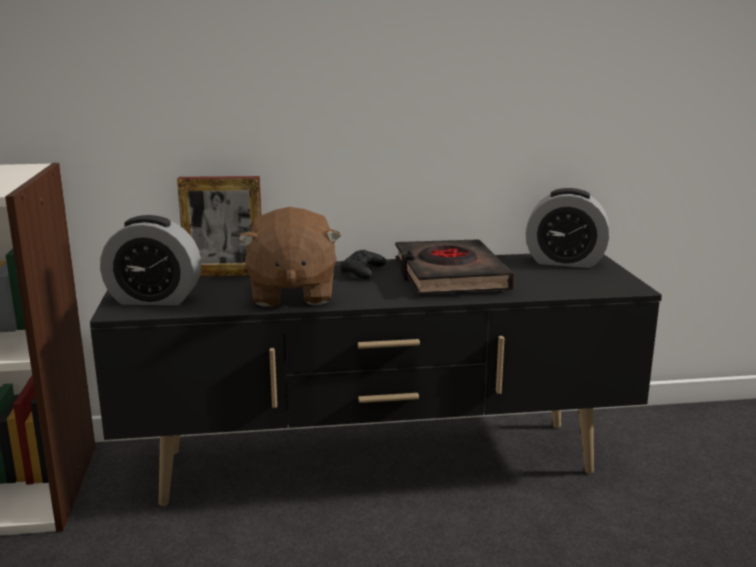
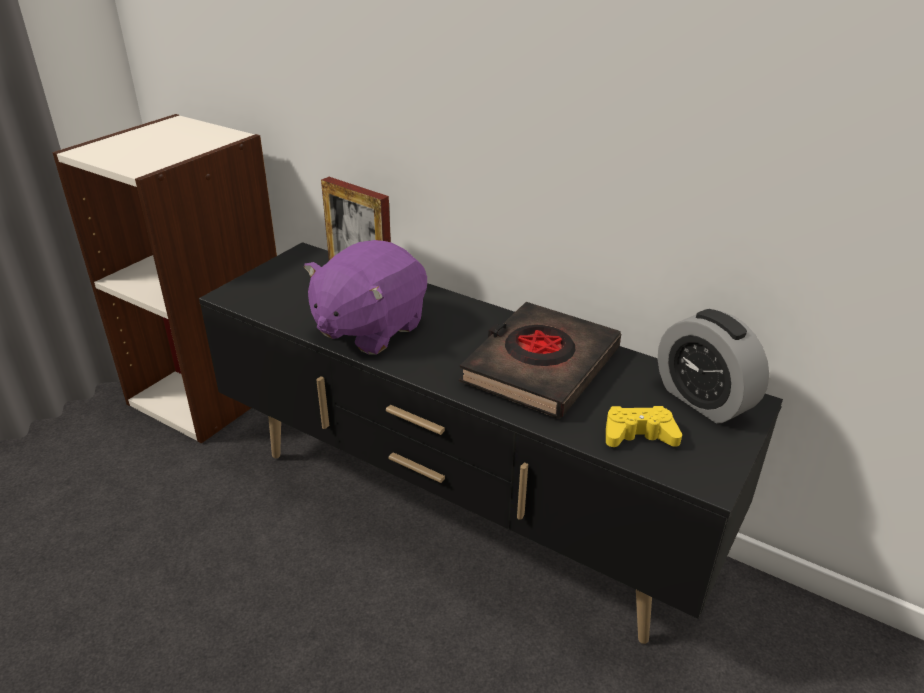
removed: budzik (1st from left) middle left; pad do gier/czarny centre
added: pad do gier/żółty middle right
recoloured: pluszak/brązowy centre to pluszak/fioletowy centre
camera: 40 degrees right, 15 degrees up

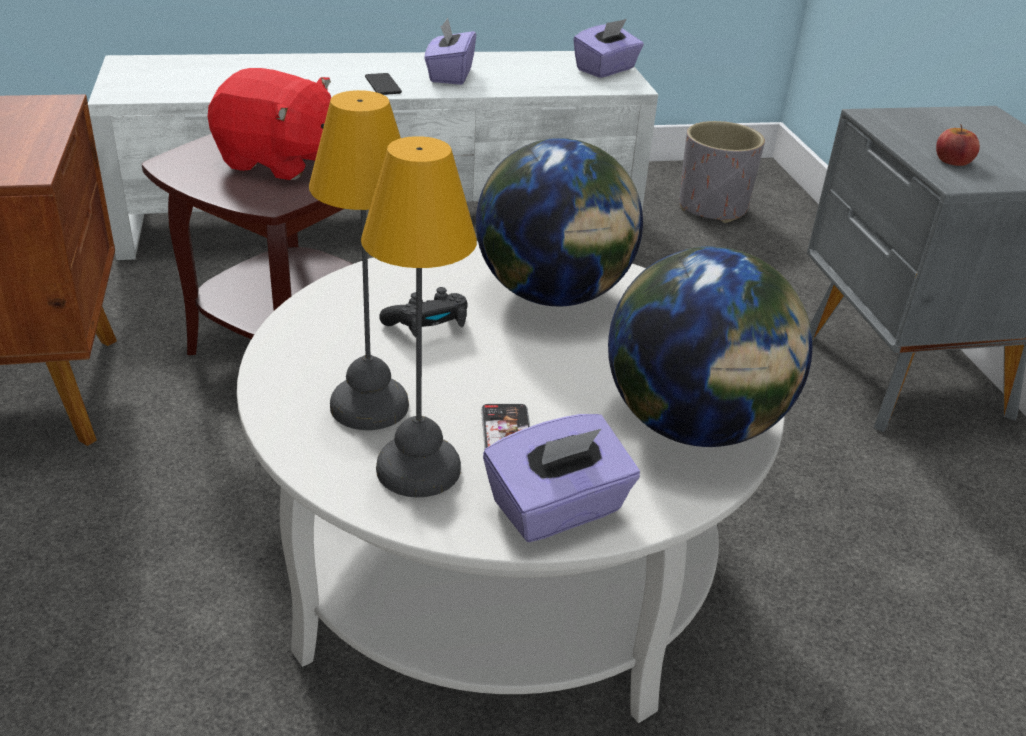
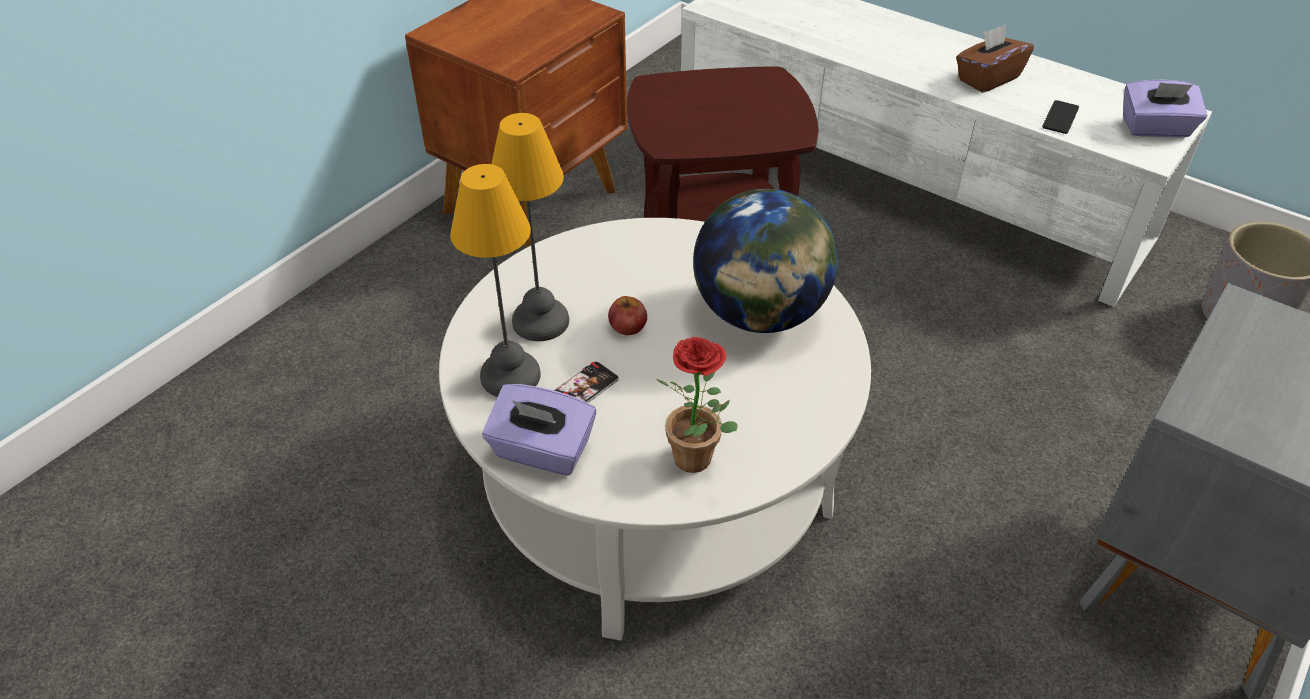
removed: pluszak/czerwony top left; pad do gier/czarny centre
moved: jabłko top right to centre; telefon (1st from left in the first image) top centre to telefon (2nd from left) top right
replaced: globus (2nd from left) middle right to roślina doniczkowa centre
recoloured: pudełko chusteczek/fioletowy (1st from left) top centre to pudełko chusteczek/brązowy top right
camera: 50 degrees right, 10 degrees up

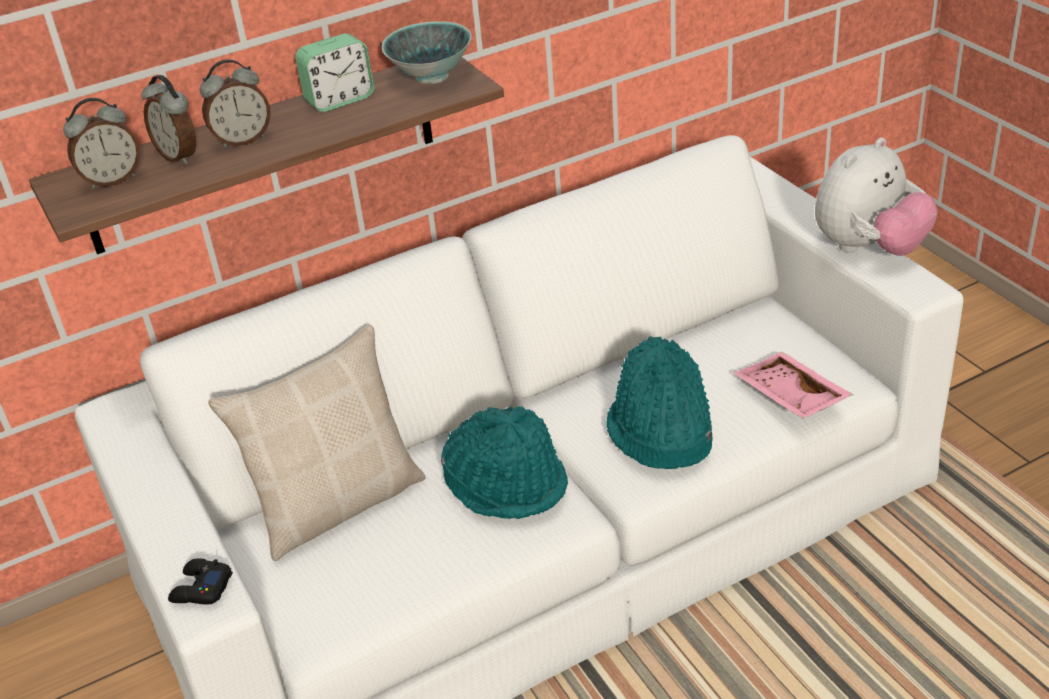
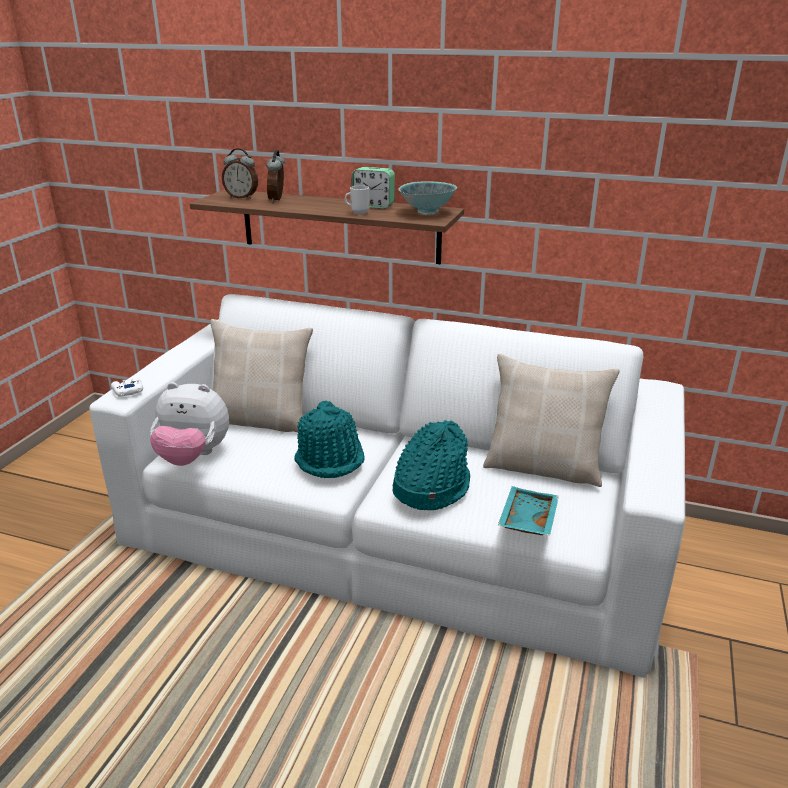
removed: budzik (3rd from left) top left
added: kubek top centre; poduszka/beżowy (2nd from left) middle right
moved: pluszak top right to middle left
recoloured: pad do gier/czarny bottom left to pad do gier/biały middle left; taca/różowy middle right to taca/turkusowy middle right
camera: 45 degrees right, 10 degrees down

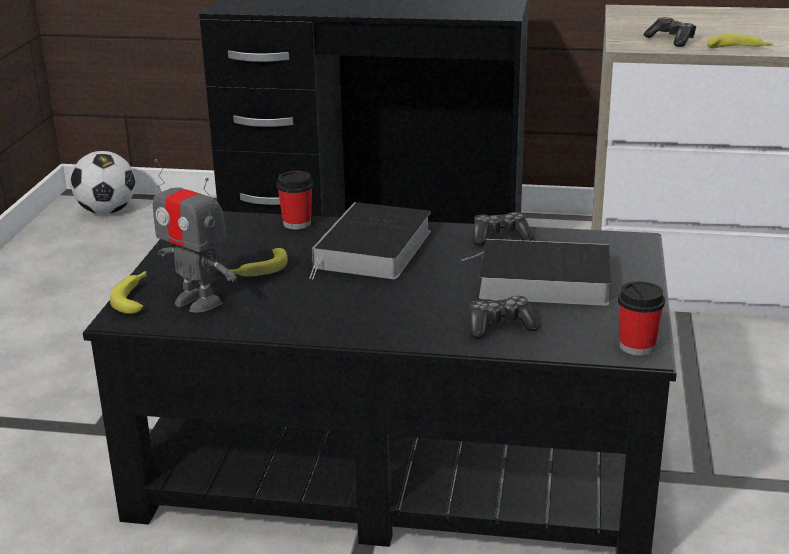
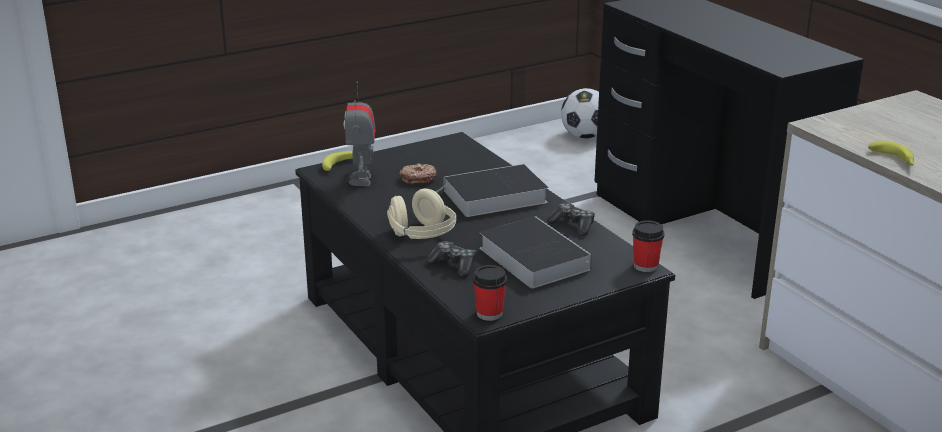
removed: pad do gier (3rd from left) top right
added: słuchawki/beżowy centre
moved: filiżanka (1st from left in the first image) centre to filiżanka (2nd from left) middle right
replaced: banan (2nd from left) middle left to donut centre
camera: 50 degrees right, 0 degrees up

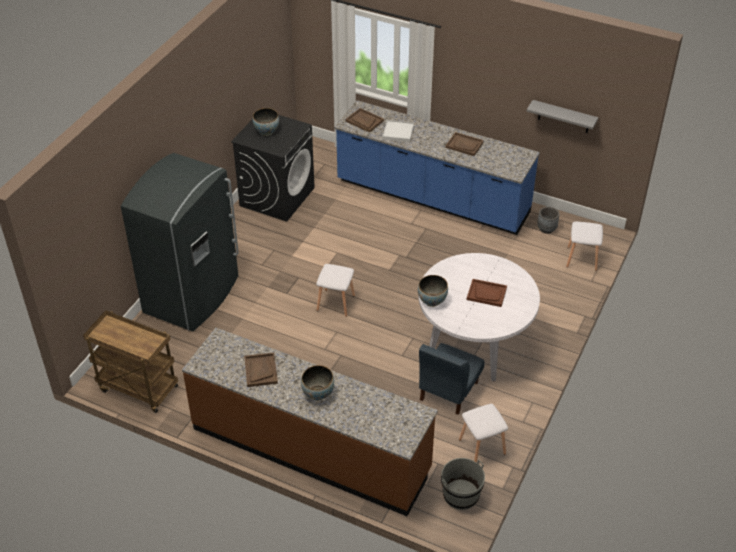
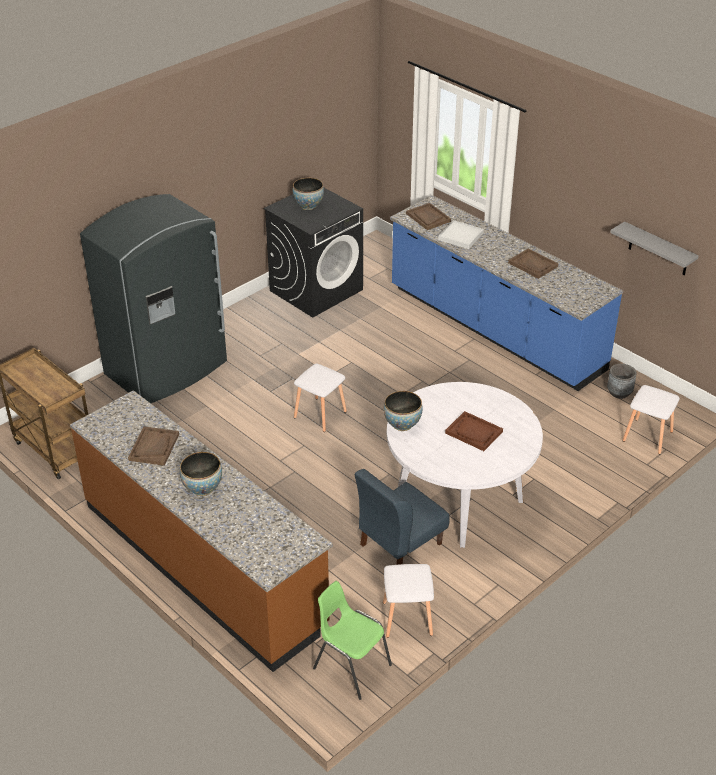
replaced: wiadro/szary bottom centre to krzesło/zielony bottom centre
camera: 20 degrees right, 5 degrees down

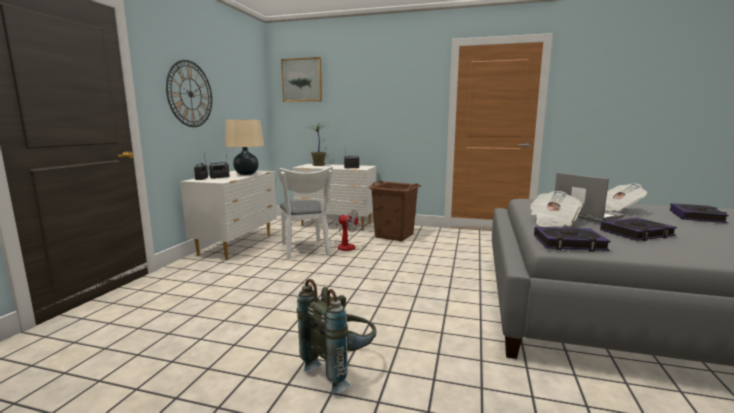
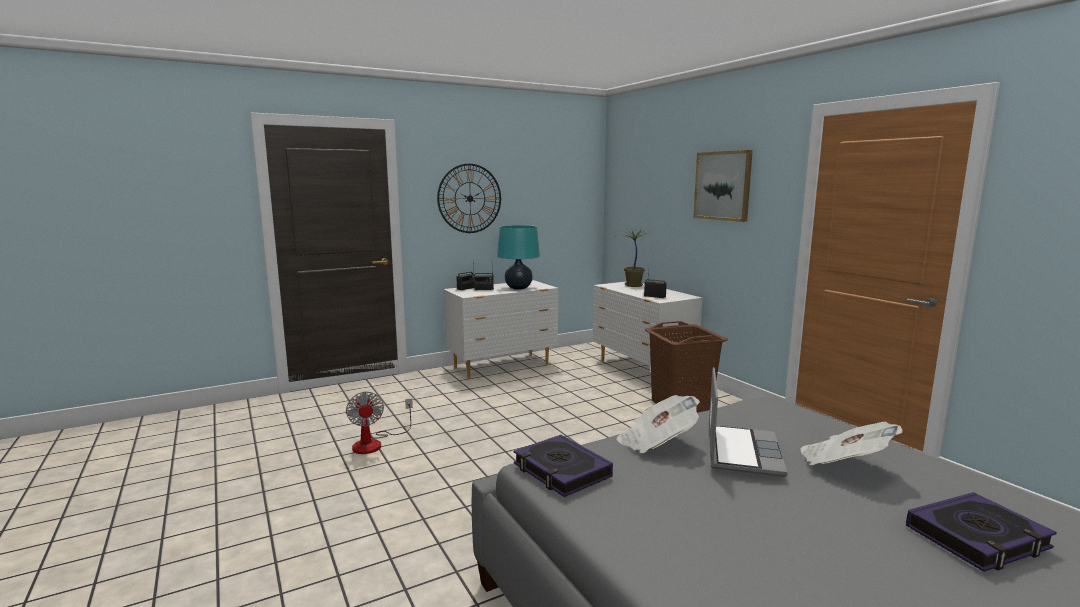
removed: krzesło/biały centre; plecak/szary bottom centre; książka (2nd from left) middle right
moved: wentylator centre to bottom centre; obraz top centre to top right
recoloured: lampa stołowa/beżowy middle left to lampa stołowa/turkusowy centre
camera: 45 degrees right, 0 degrees up

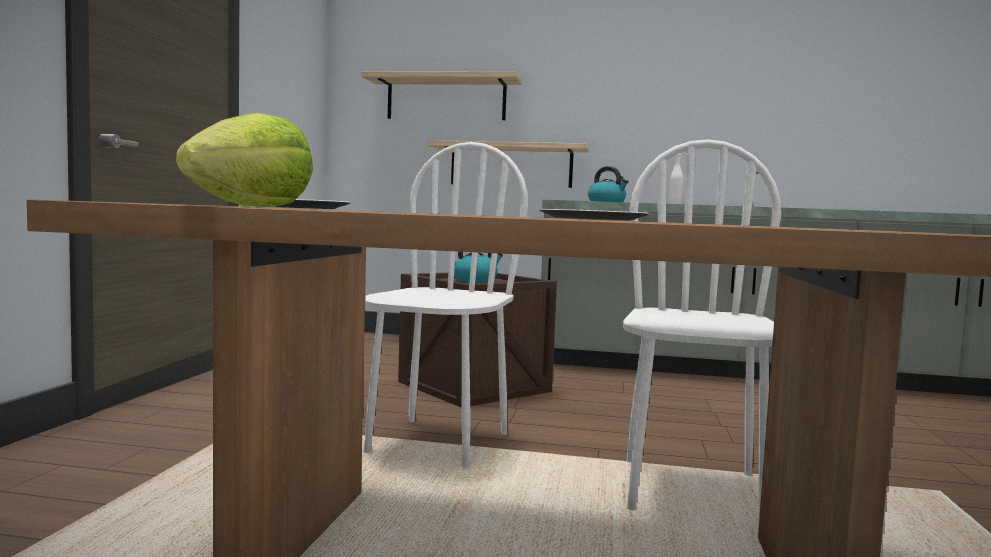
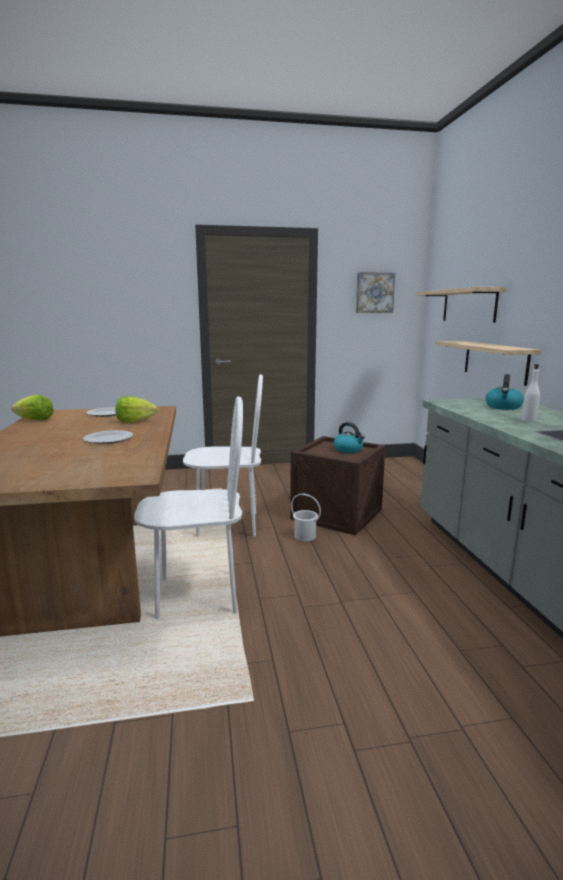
added: sałata (2nd from left) middle left; wiadro/biały centre; obraz top centre
camera: 70 degrees right, 10 degrees up

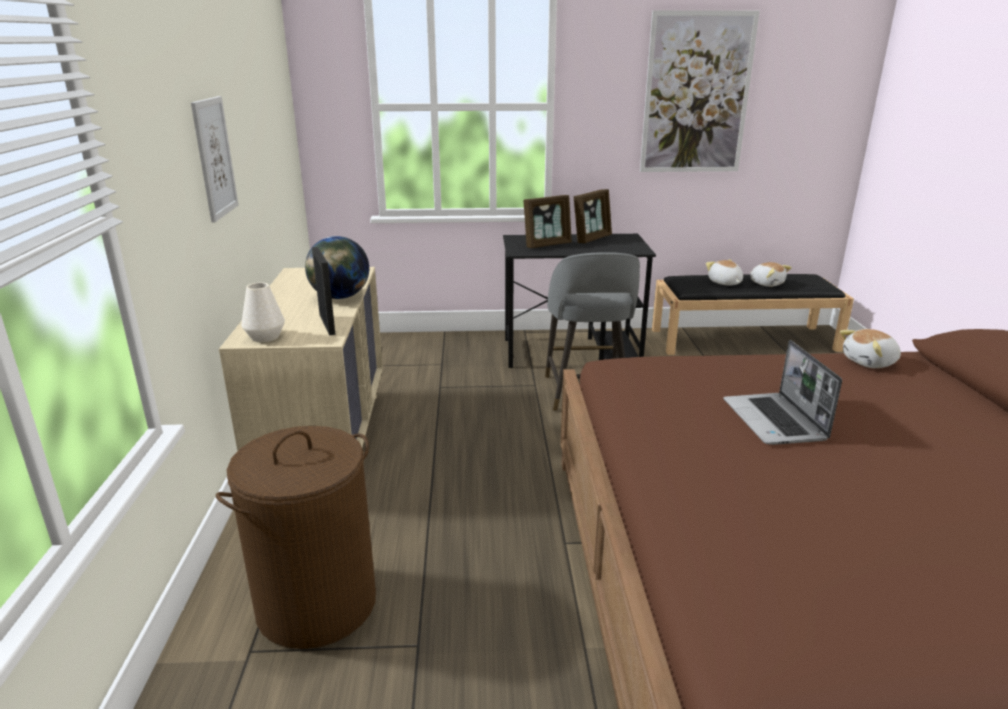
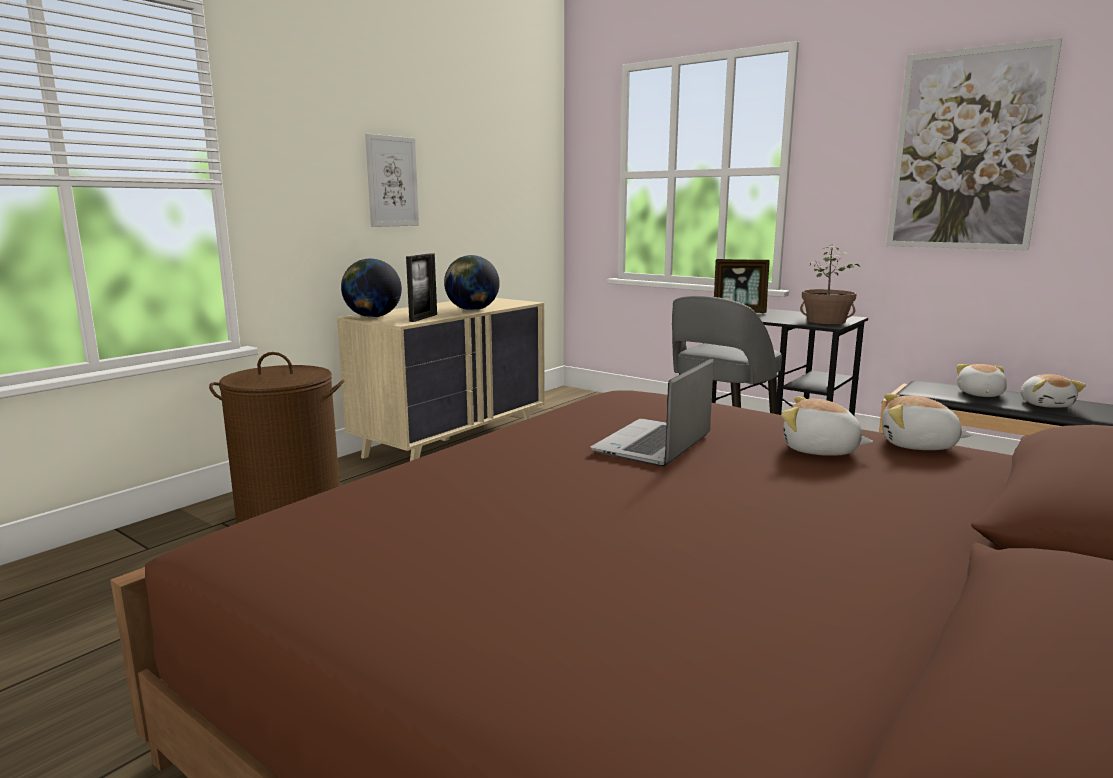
removed: ramka na zdjęcie (3rd from left) top centre
added: pluszak (1st from left) middle right; roślina doniczkowa middle right
replaced: wazon/biały middle left to globus (1st from left) centre
camera: 40 degrees right, 10 degrees down

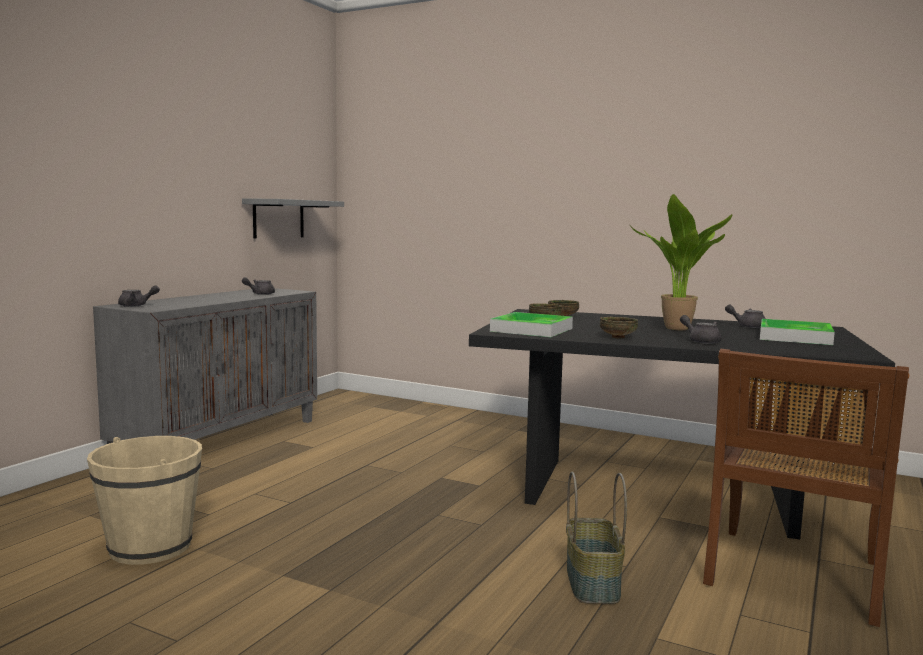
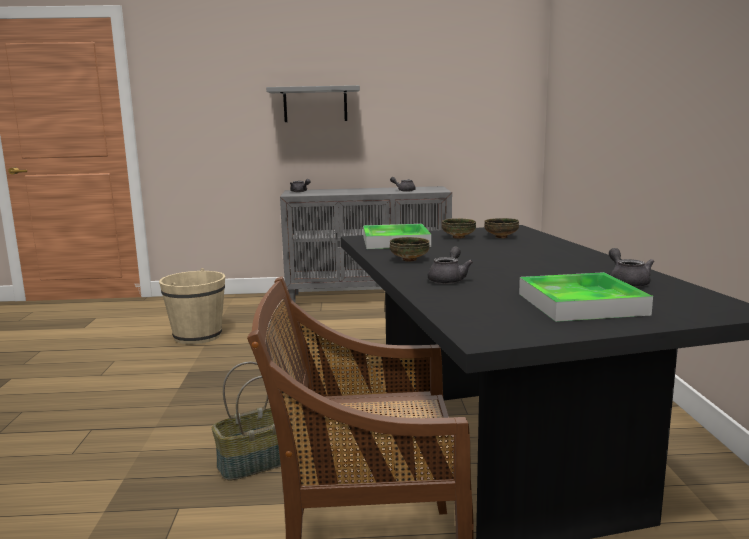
removed: roślina doniczkowa middle right
moved: półka/szary top left to top centre
camera: 60 degrees right, 5 degrees up

